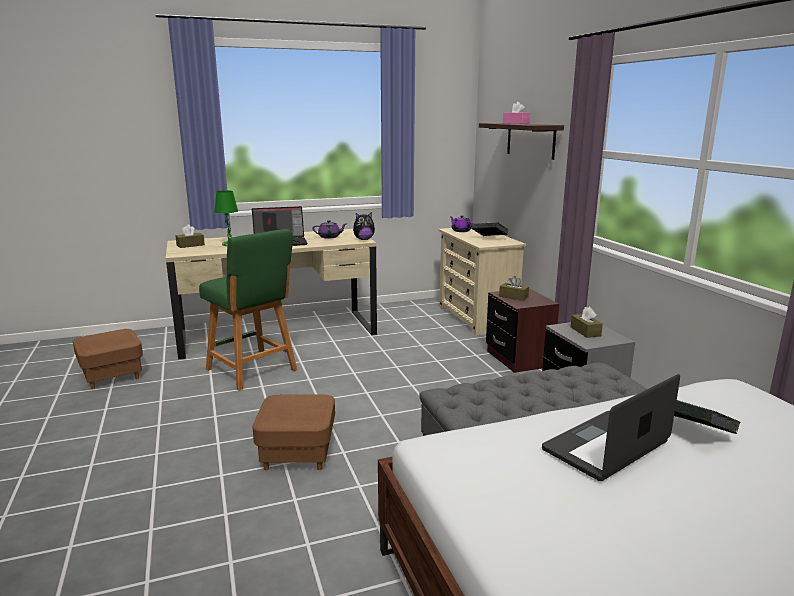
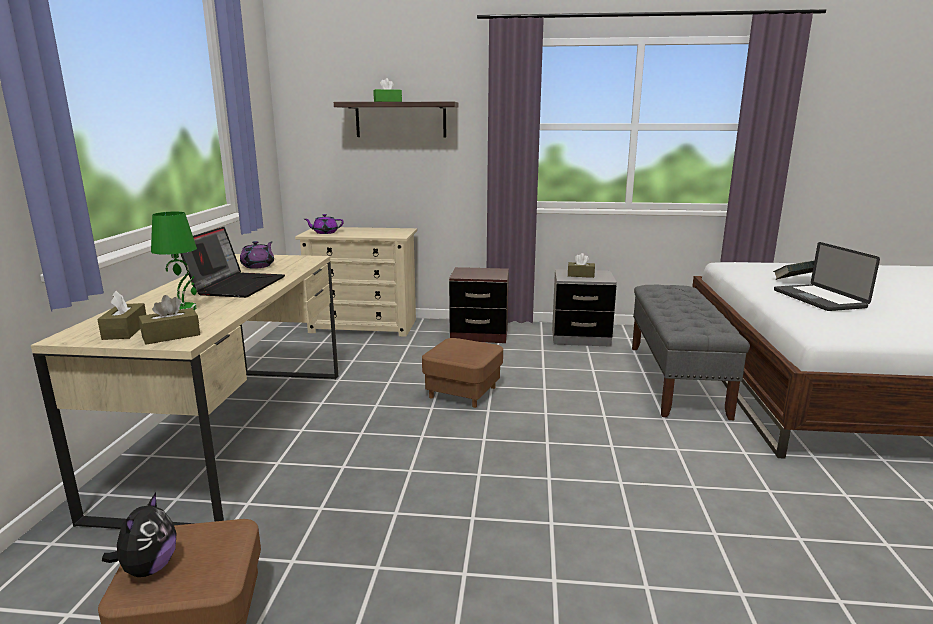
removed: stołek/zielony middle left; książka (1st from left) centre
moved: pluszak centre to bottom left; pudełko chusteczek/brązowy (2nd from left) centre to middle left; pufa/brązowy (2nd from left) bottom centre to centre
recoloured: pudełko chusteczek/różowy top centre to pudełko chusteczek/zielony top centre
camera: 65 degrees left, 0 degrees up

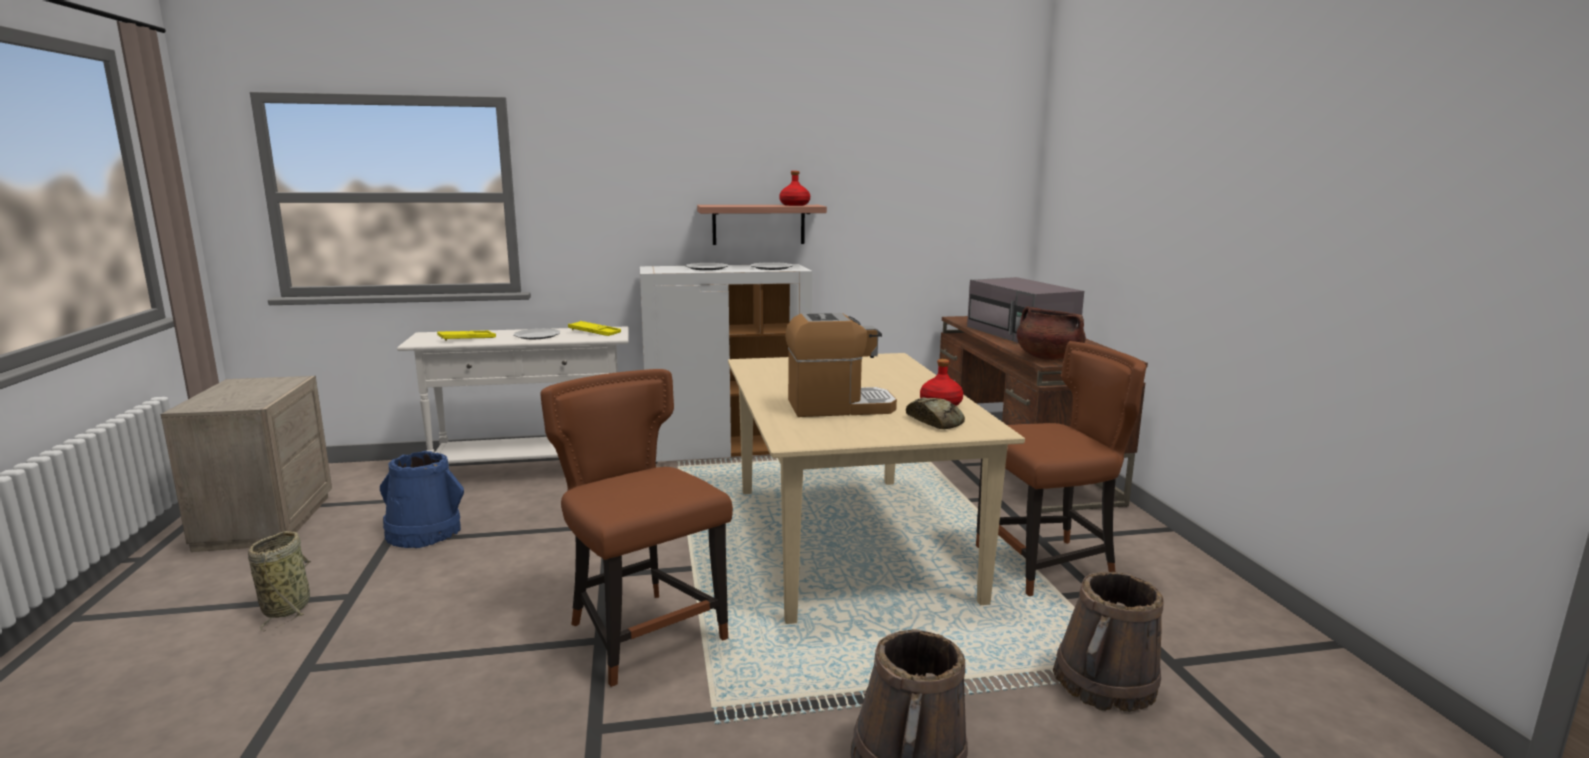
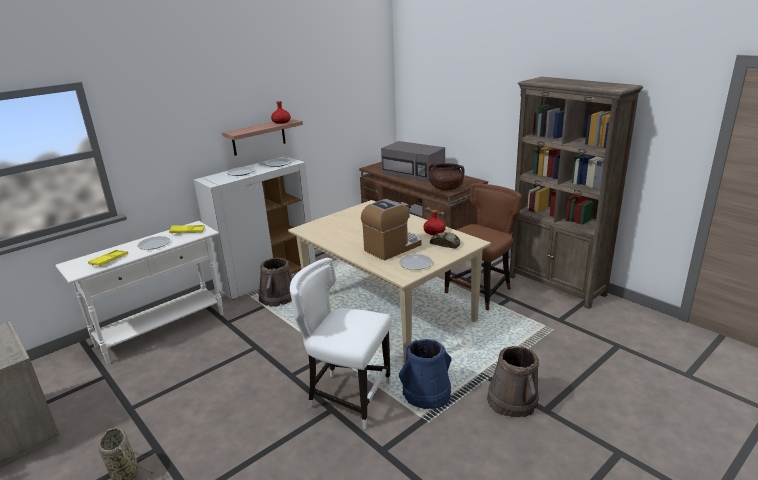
added: talerz (4th from left) centre; regał/brązowy middle right
moved: wiadro/brązowy (2nd from left in the first image) bottom right to wiadro/brązowy (1st from left) centre; wiadro/niebieski middle left to bottom centre
recoloured: krzesło/brązowy (1st from left) bottom centre to krzesło/biały bottom centre
camera: 30 degrees left, 10 degrees up

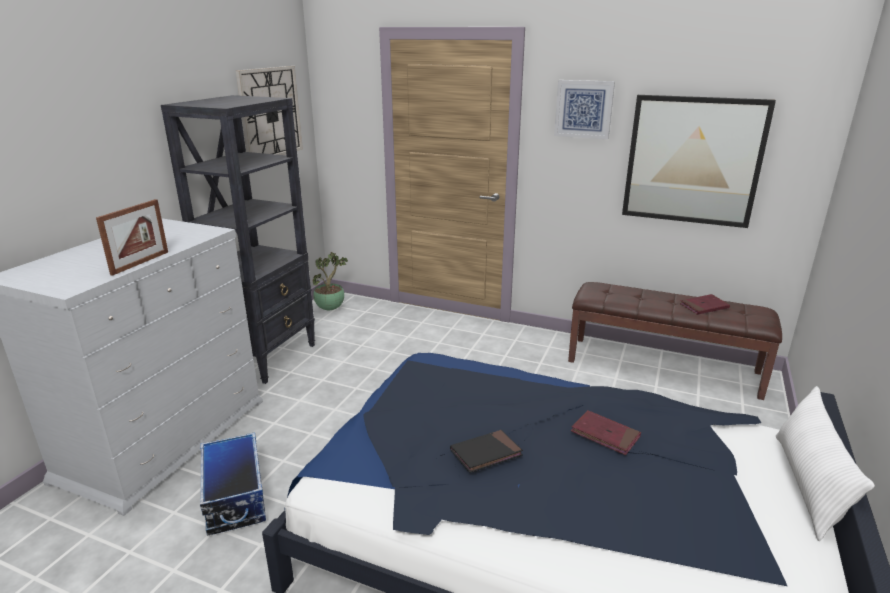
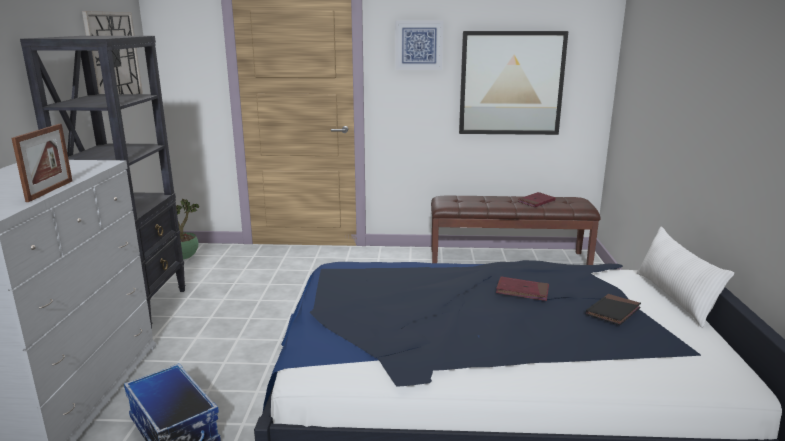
moved: książka/czarny bottom centre to bottom right
camera: 20 degrees left, 5 degrees down

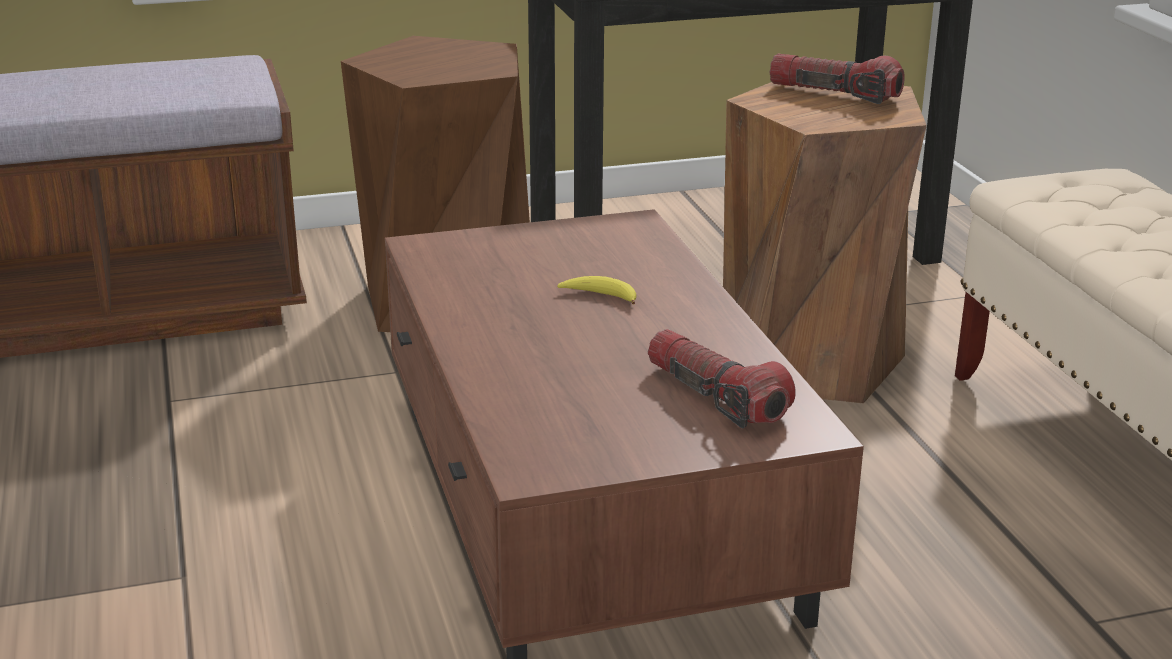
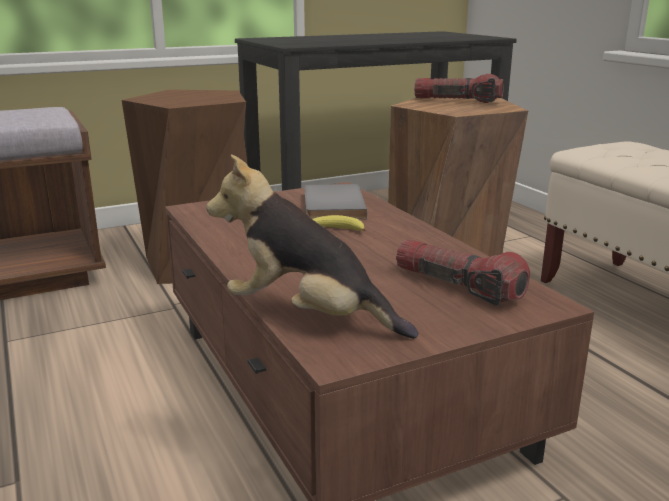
added: pluszak centre; książka/szary centre
camera: 10 degrees left, 5 degrees down

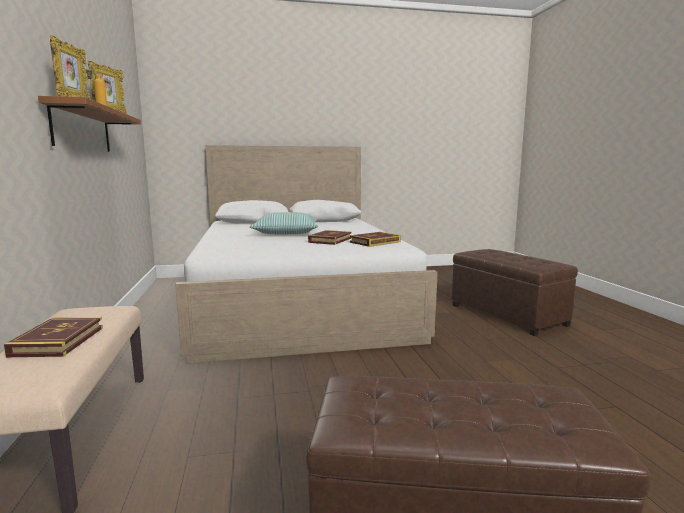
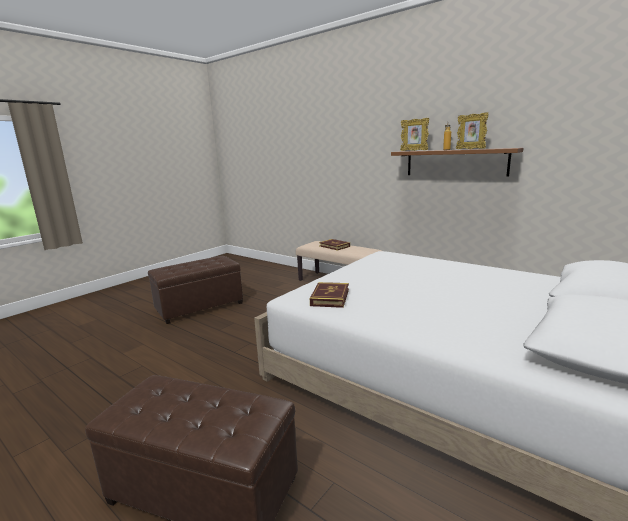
removed: poduszka centre; książka (2nd from left) centre
camera: 140 degrees right, 5 degrees up

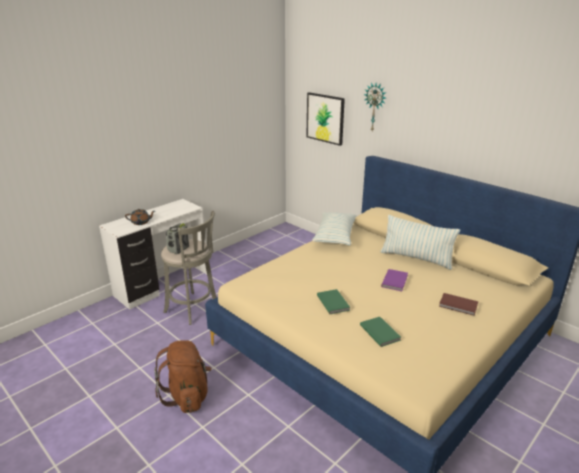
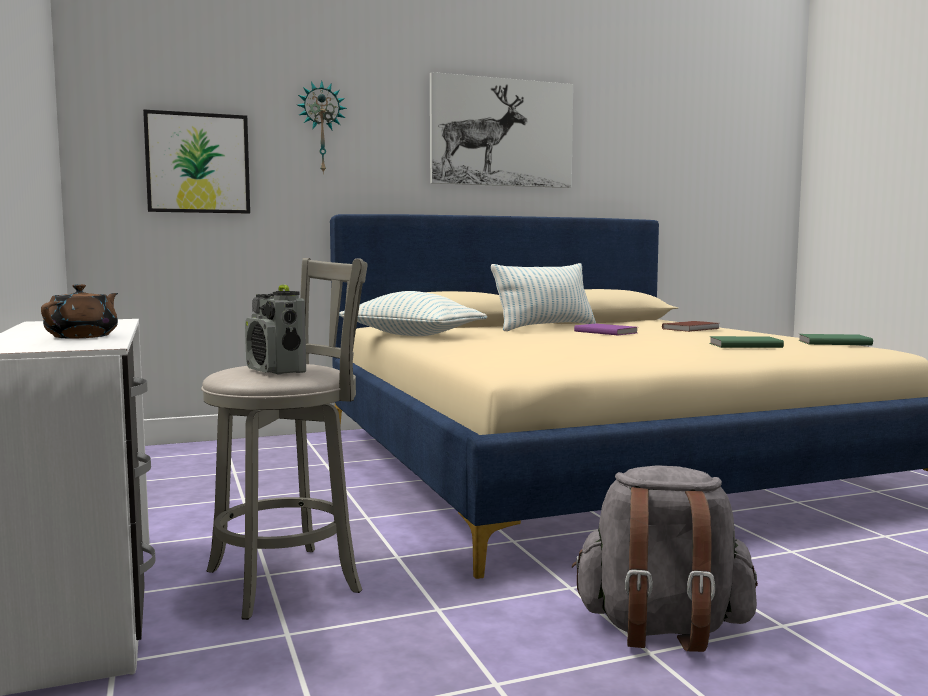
added: obraz (2nd from left) top centre
moved: książka/zielony (1st from left in the first image) centre to książka/zielony (2nd from left) middle right
recoloured: plecak/brązowy bottom left to plecak/szary bottom right
camera: 65 degrees left, 20 degrees down

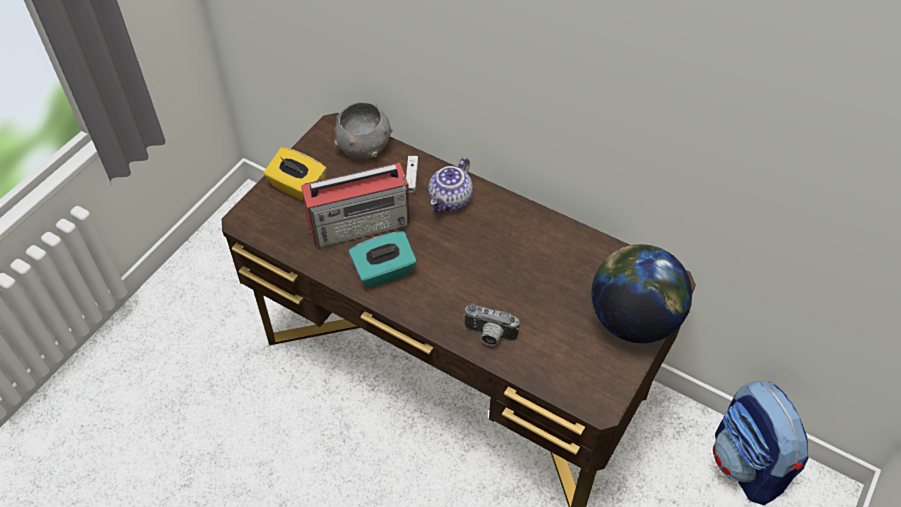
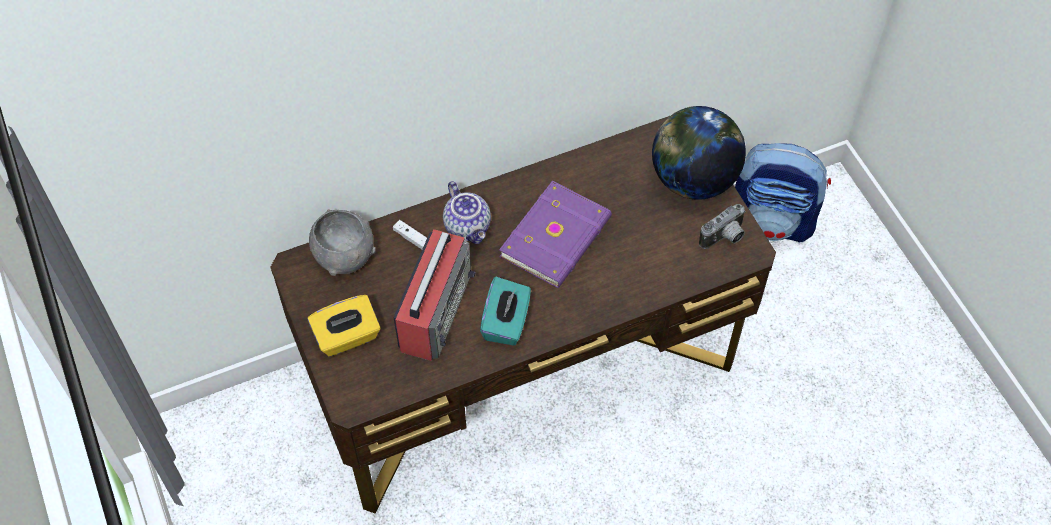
added: książka/fioletowy centre
moved: aparat fotograficzny centre to middle right
camera: 55 degrees left, 5 degrees up

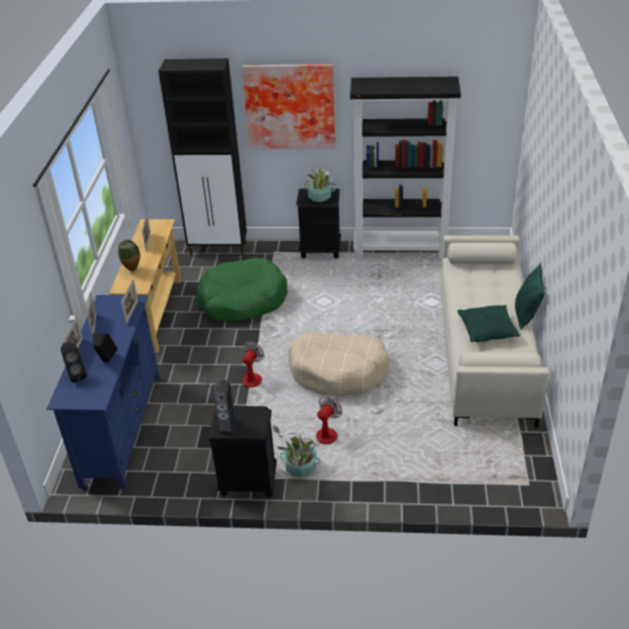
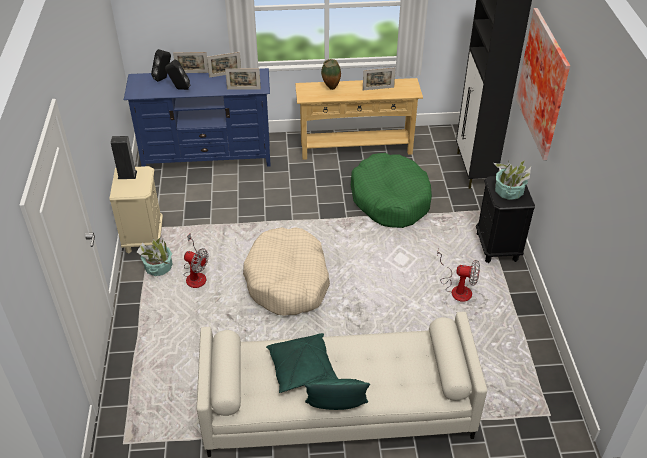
removed: regał/czarny top centre
moved: wentylator (1st from left in the first image) centre to wentylator (2nd from left) middle right
recoloured: szafka nocna/czarny (1st from left) bottom centre to szafka nocna/beżowy middle left
camera: 80 degrees right, 5 degrees up

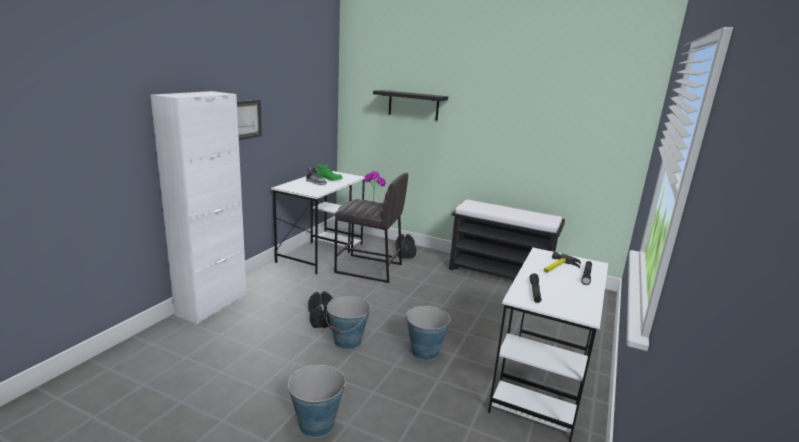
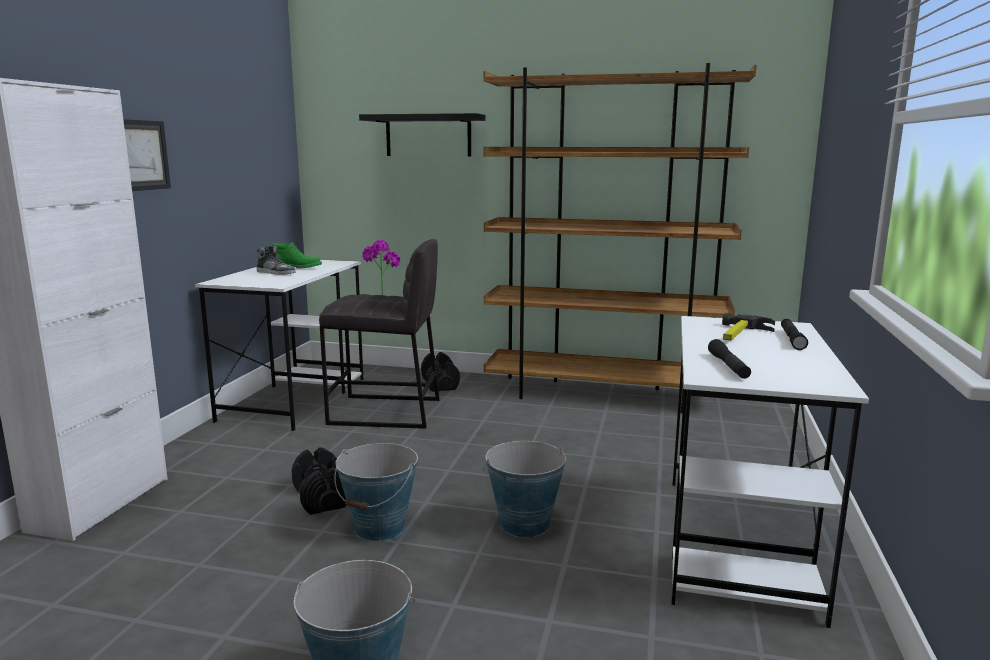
replaced: ławka/czarny centre to regał/brązowy centre
camera: 10 degrees left, 5 degrees down

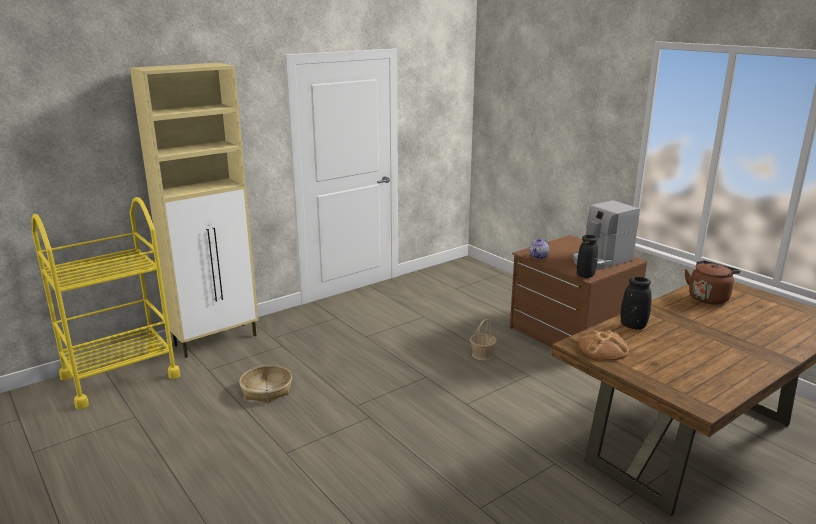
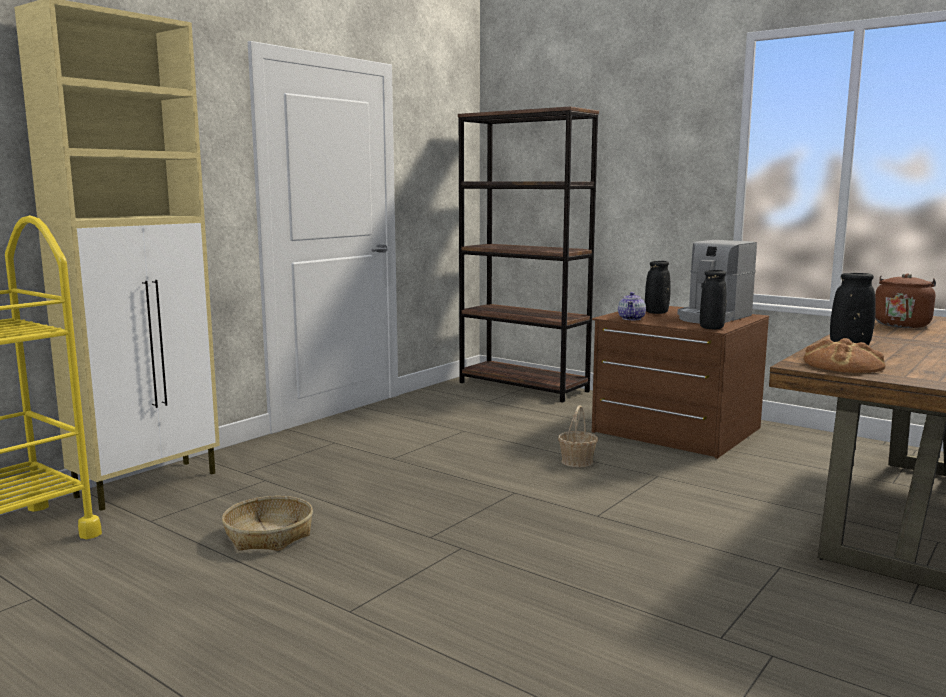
added: regał/brązowy centre; wazon/czarny (1st from left) middle right
camera: 15 degrees left, 10 degrees down

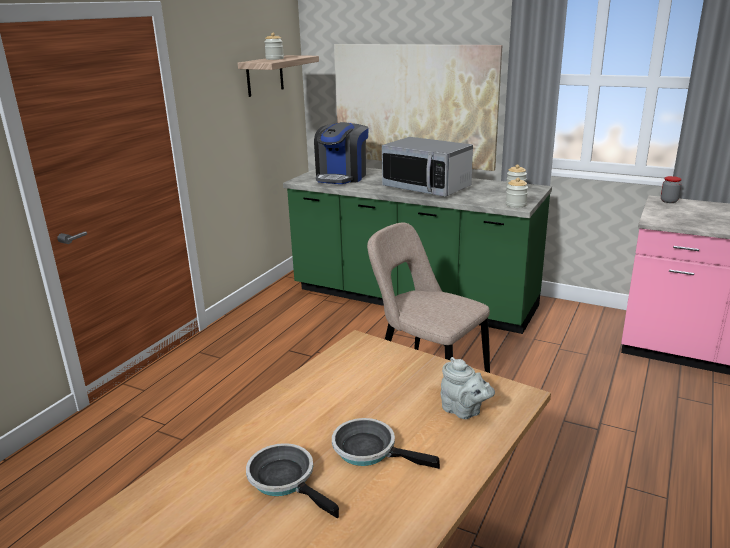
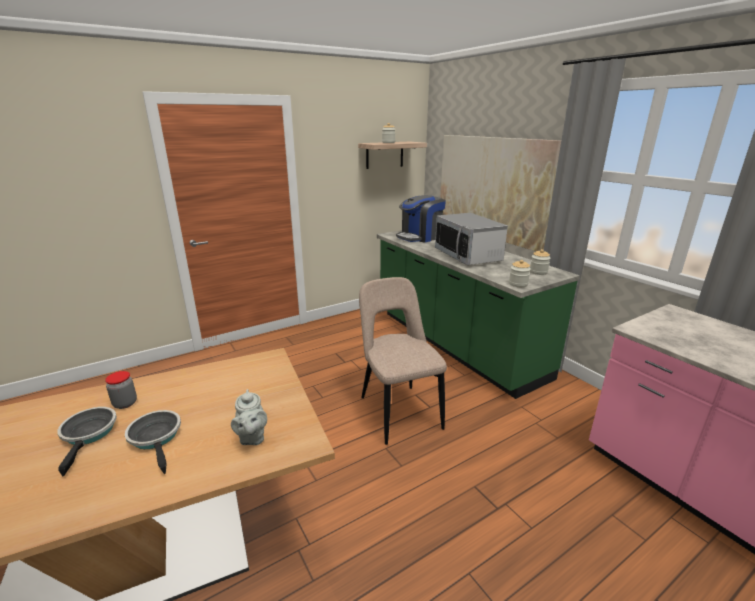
moved: słoik (4th from left in the first image) middle right to słoik (1st from left) middle left
camera: 30 degrees right, 0 degrees up

